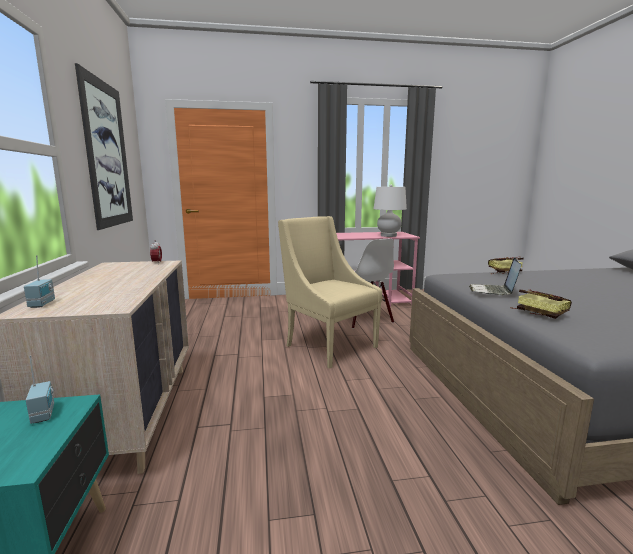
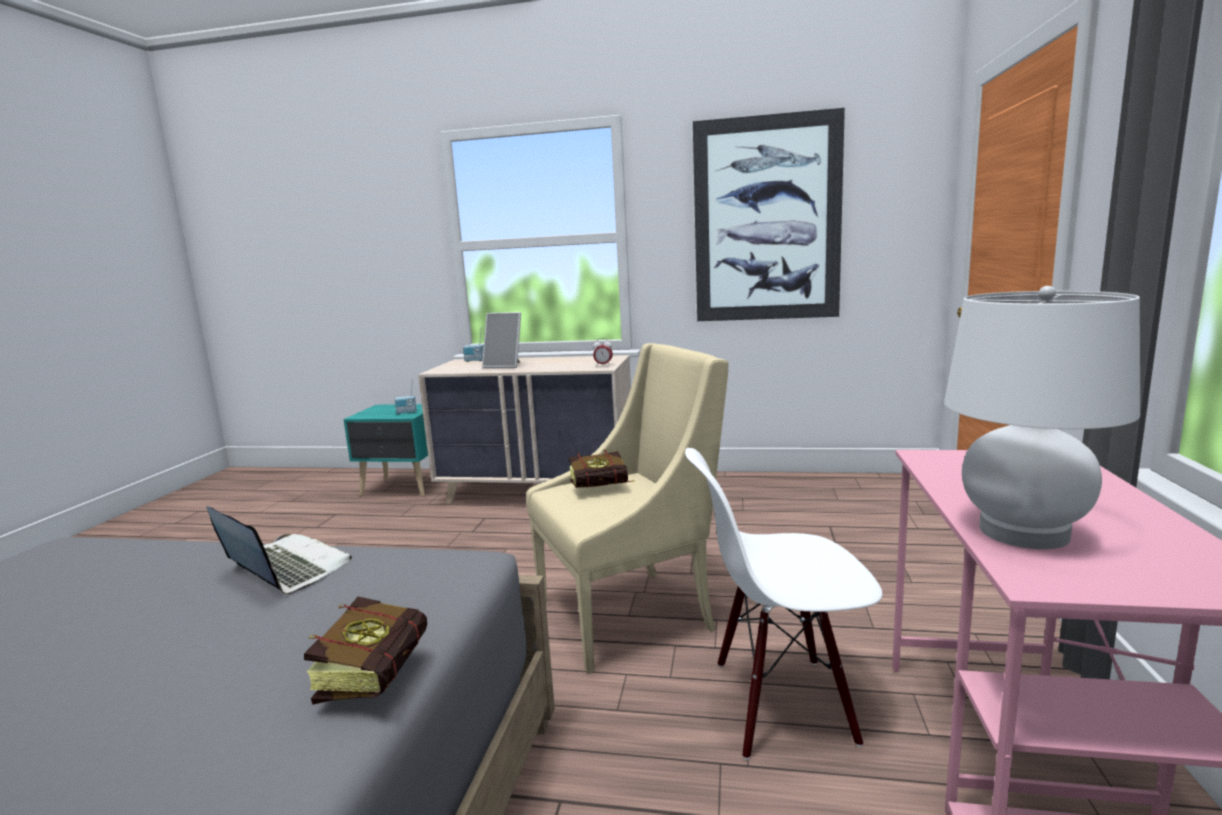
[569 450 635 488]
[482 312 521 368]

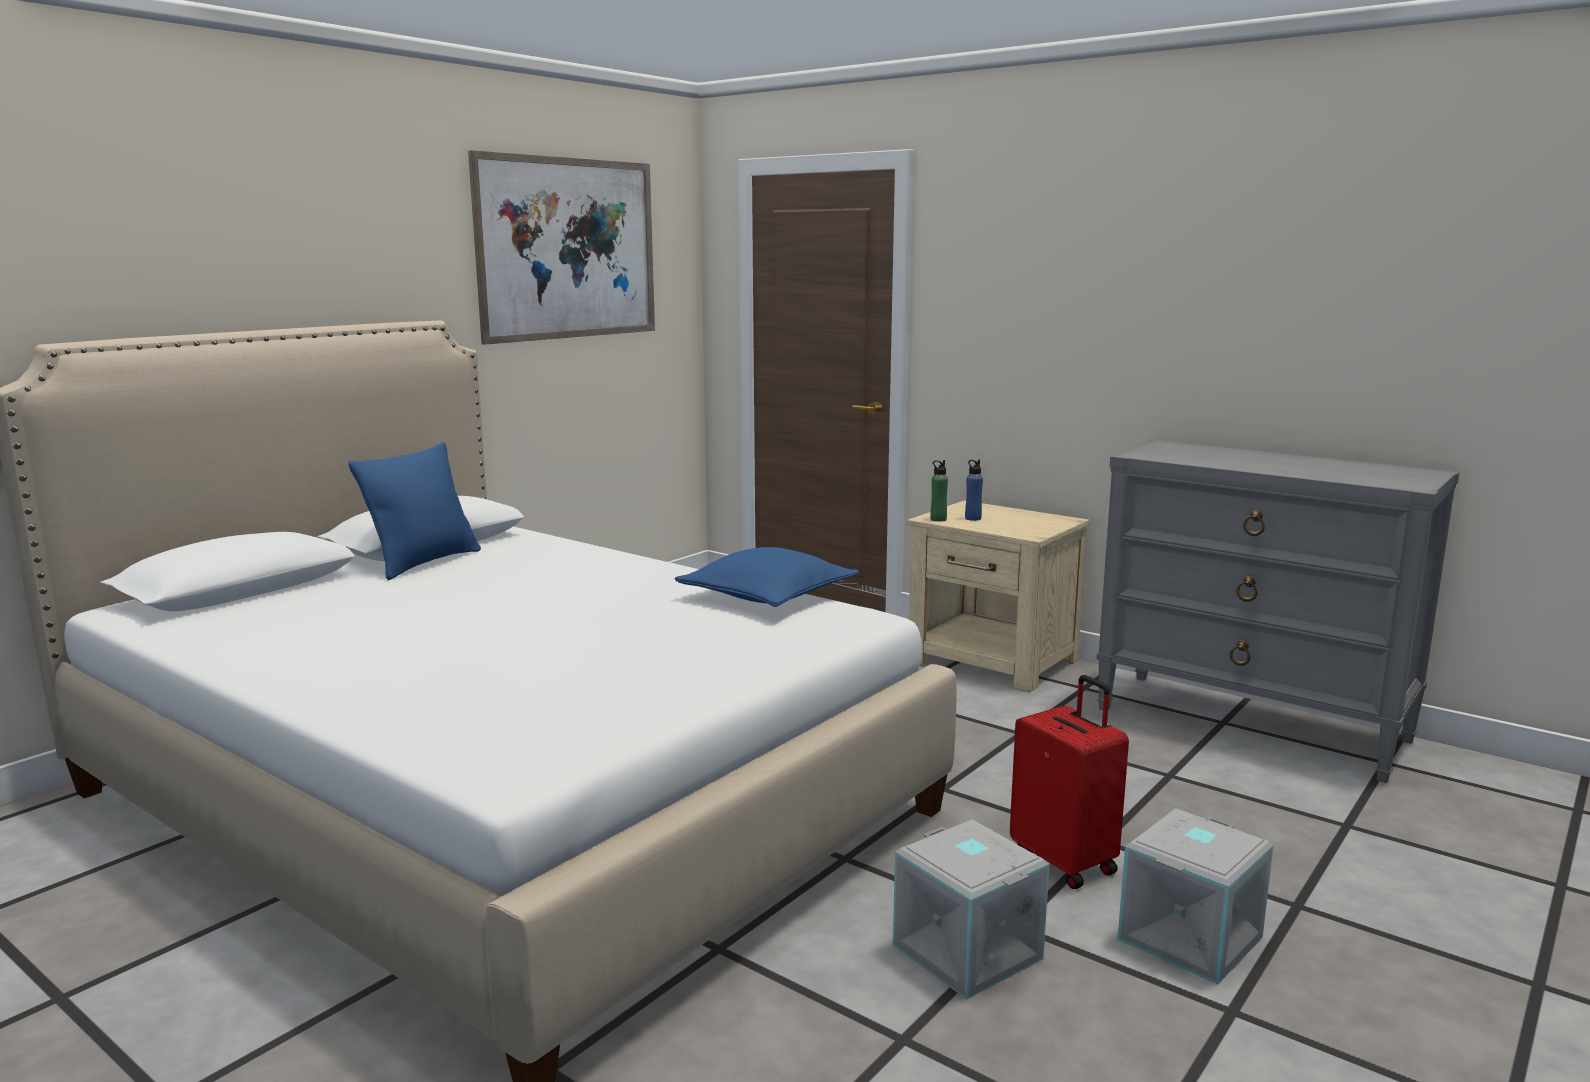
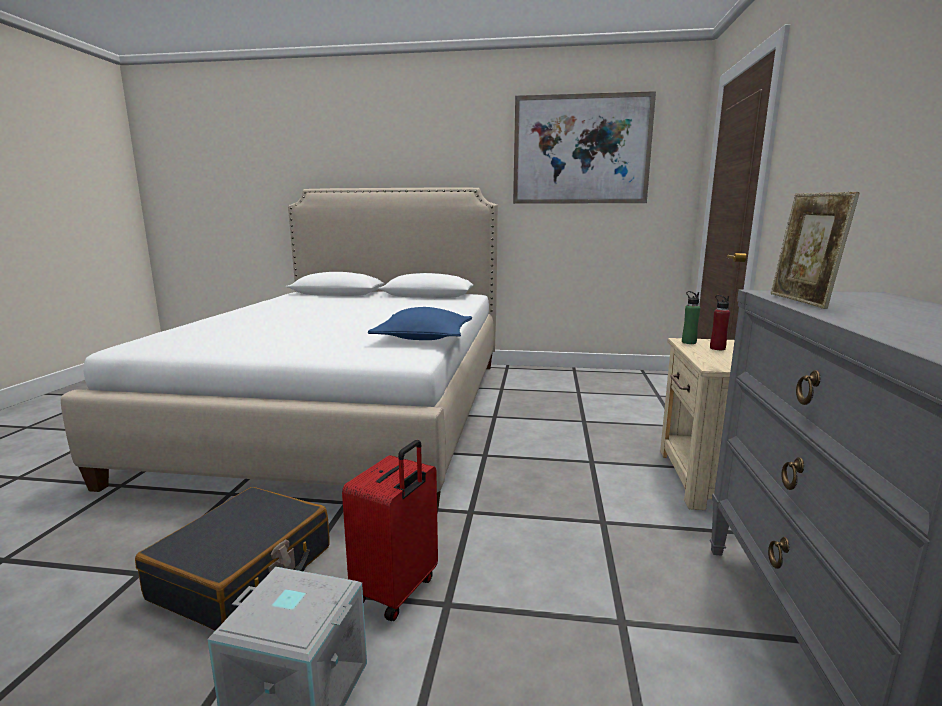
[348 442 481 580] (first image)
[135 487 329 631]
[710 295 730 350]
[771 192 860 309]

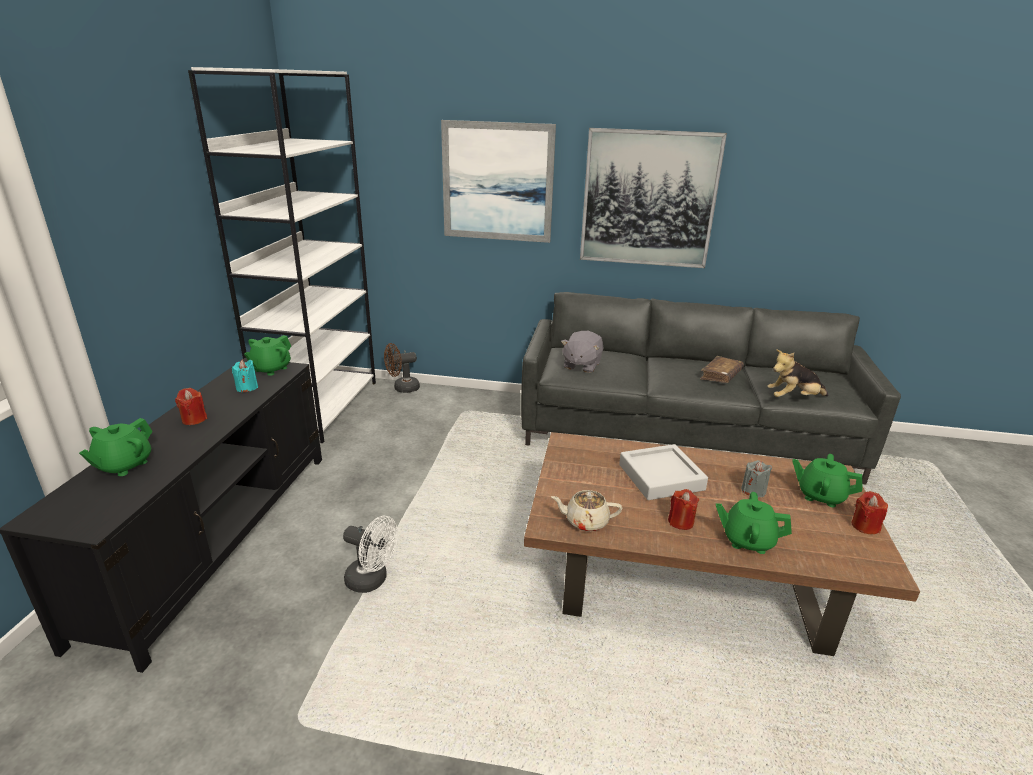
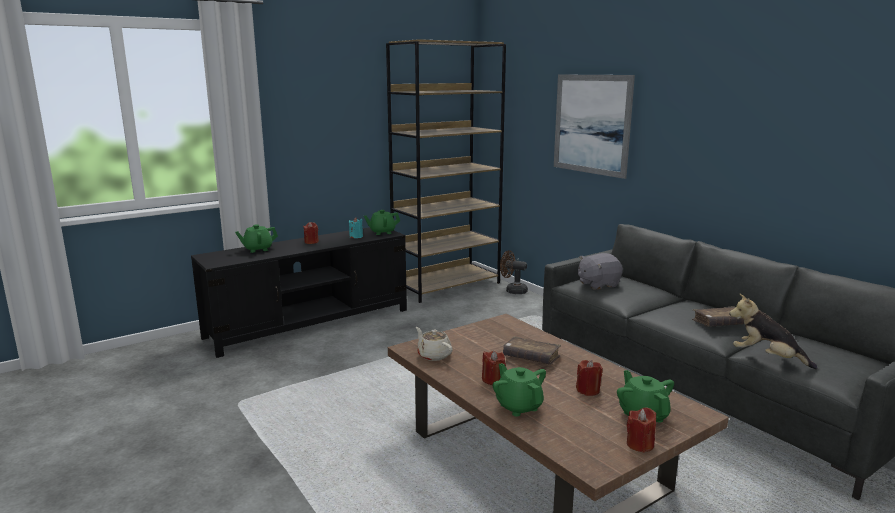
[386 39 506 303]
[343 516 398 593] (first image)
[580 128 727 268] (first image)
[503 336 561 365]
[576 360 603 396]

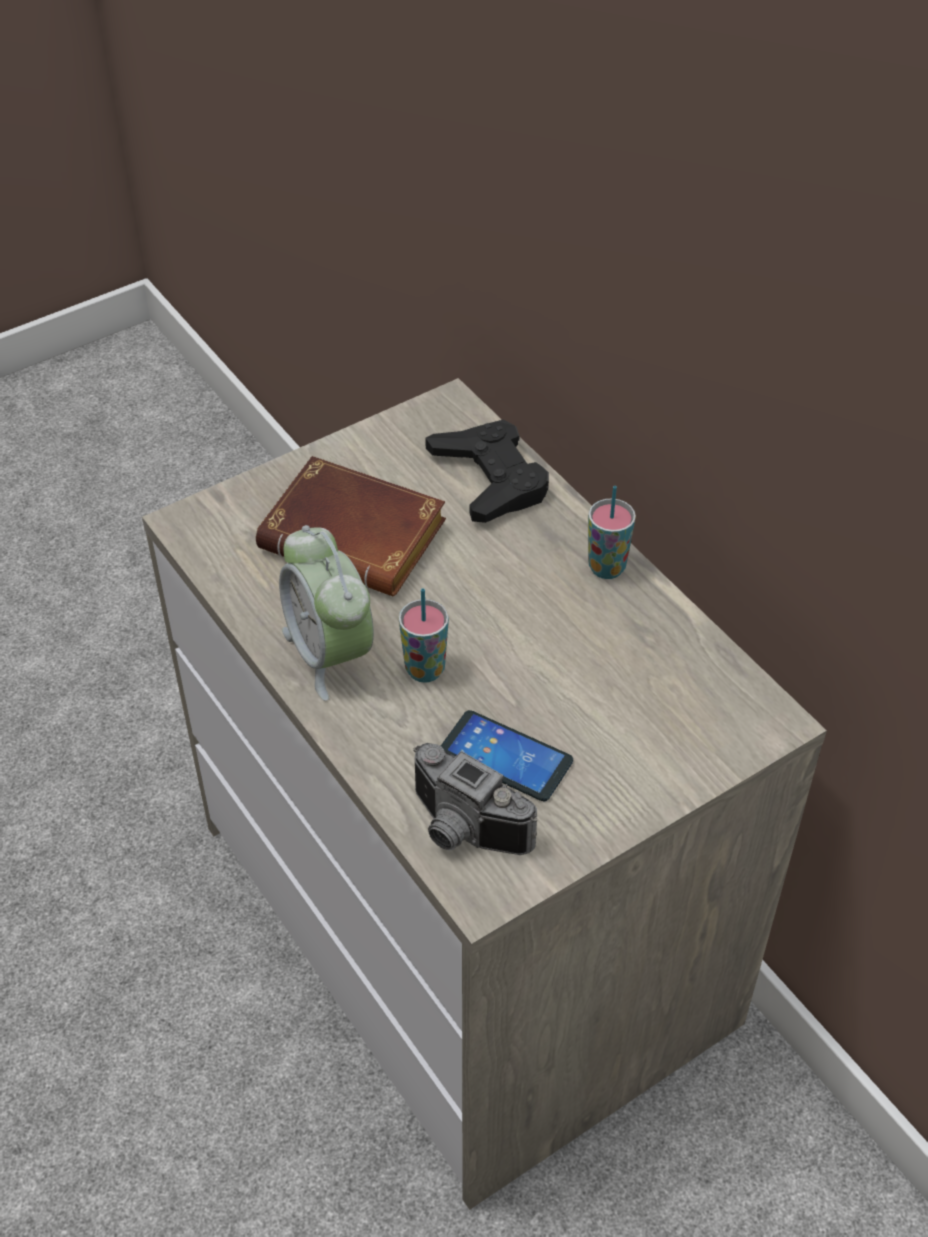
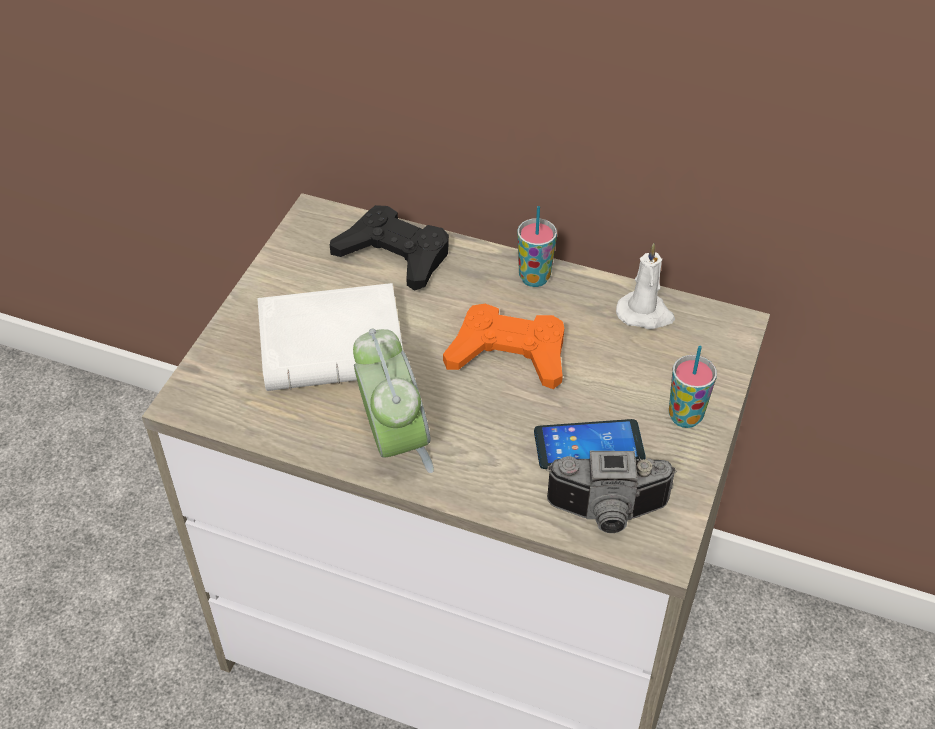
[257 283 403 391]
[353 328 434 473]
[669 346 717 428]
[443 304 564 389]
[616 243 675 329]

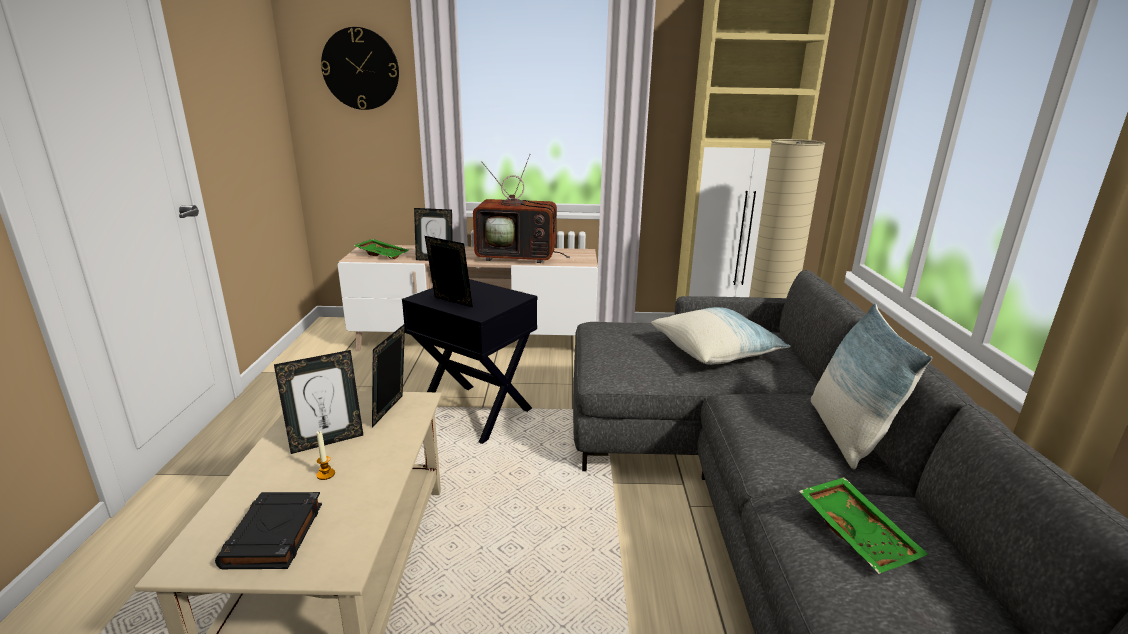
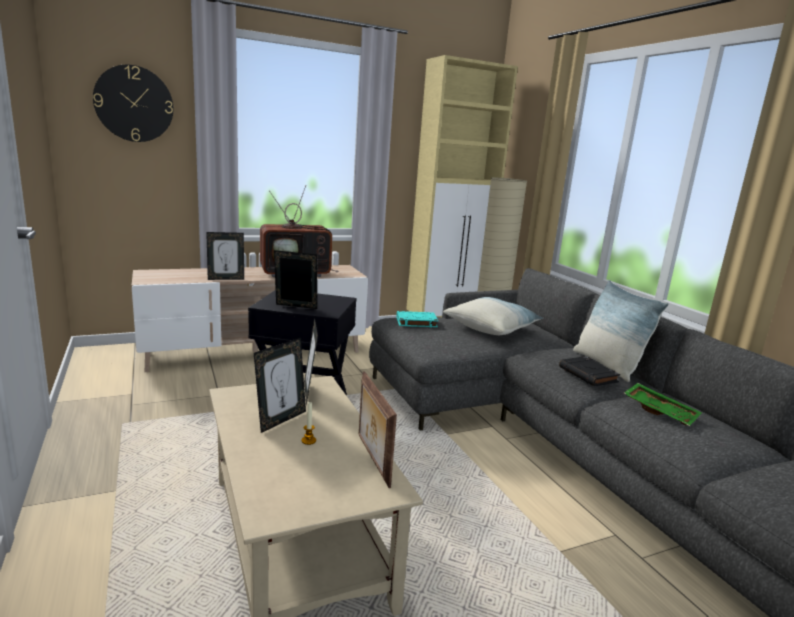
[559 356 620 386]
[353 239 409 259] (first image)
[359 371 397 488]
[396 311 438 327]

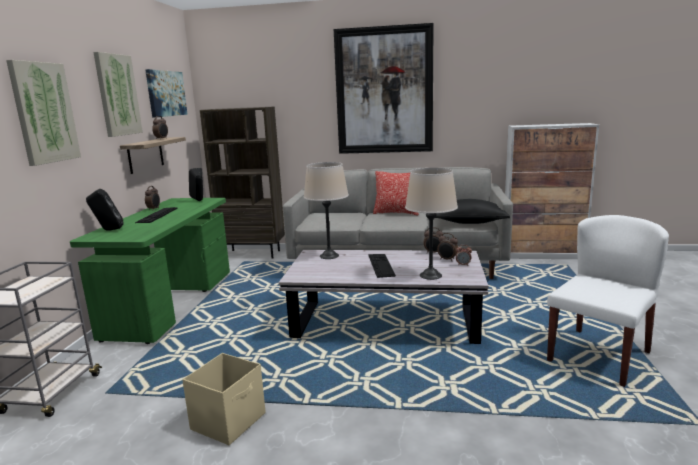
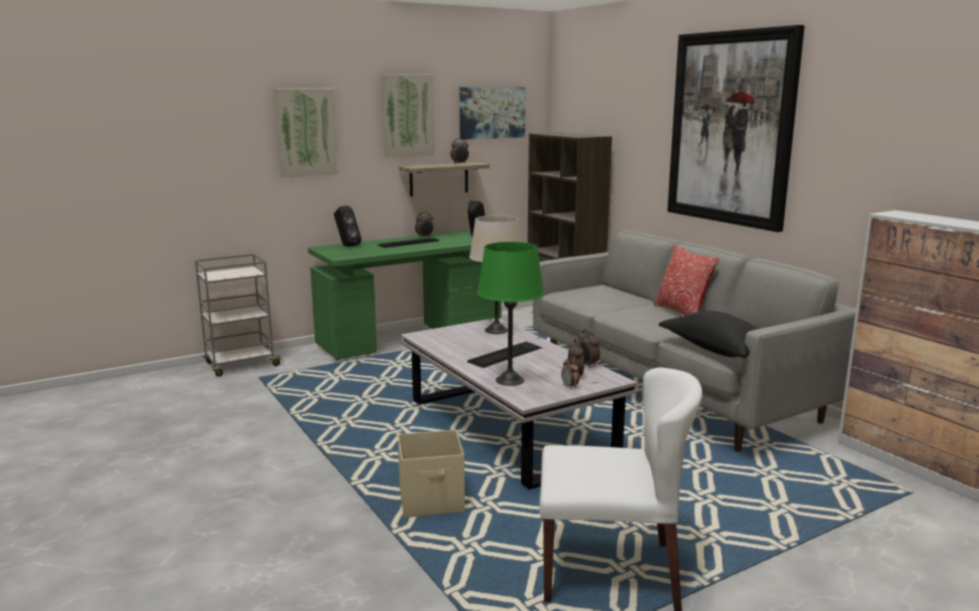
[398 430 465 518]
[477 242 544 386]

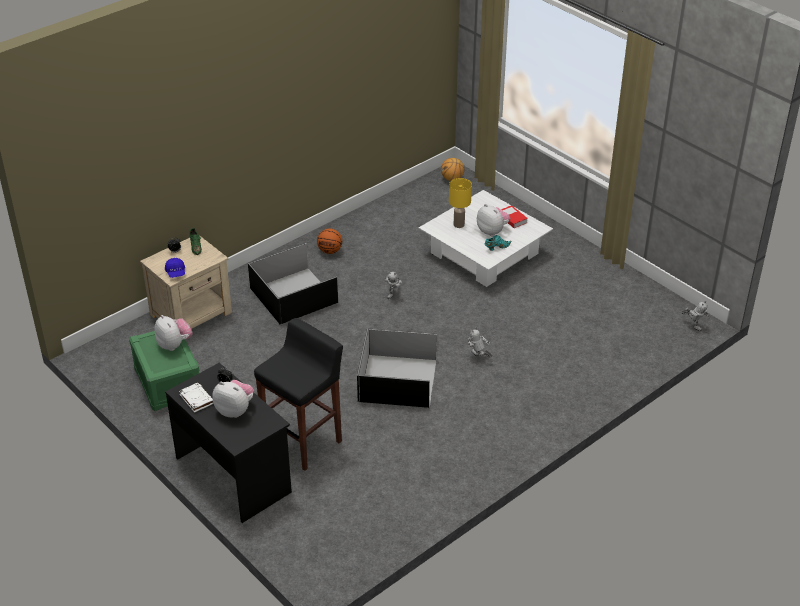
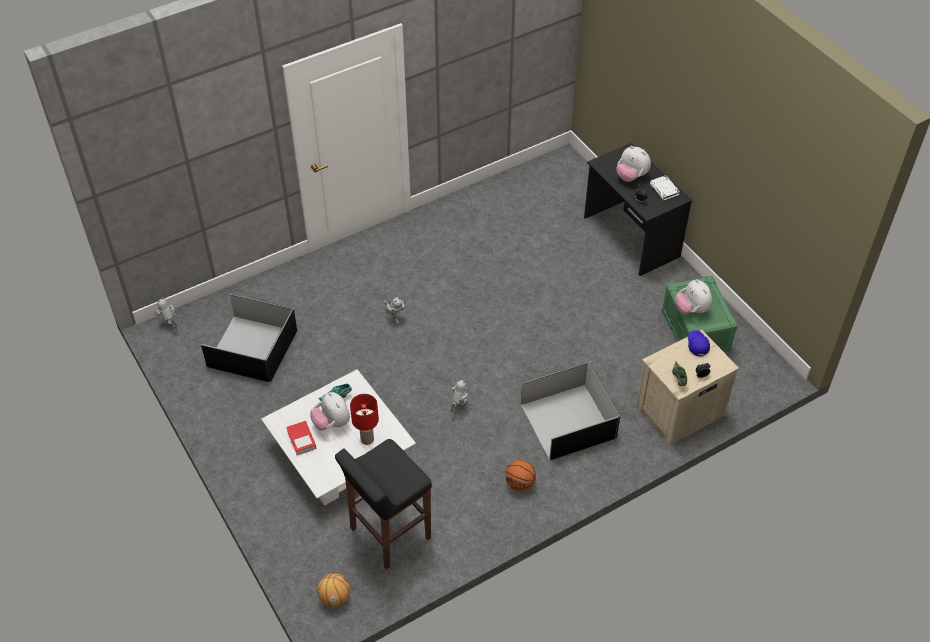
[335 439 432 570]
[201 294 297 382]
[350 394 379 445]

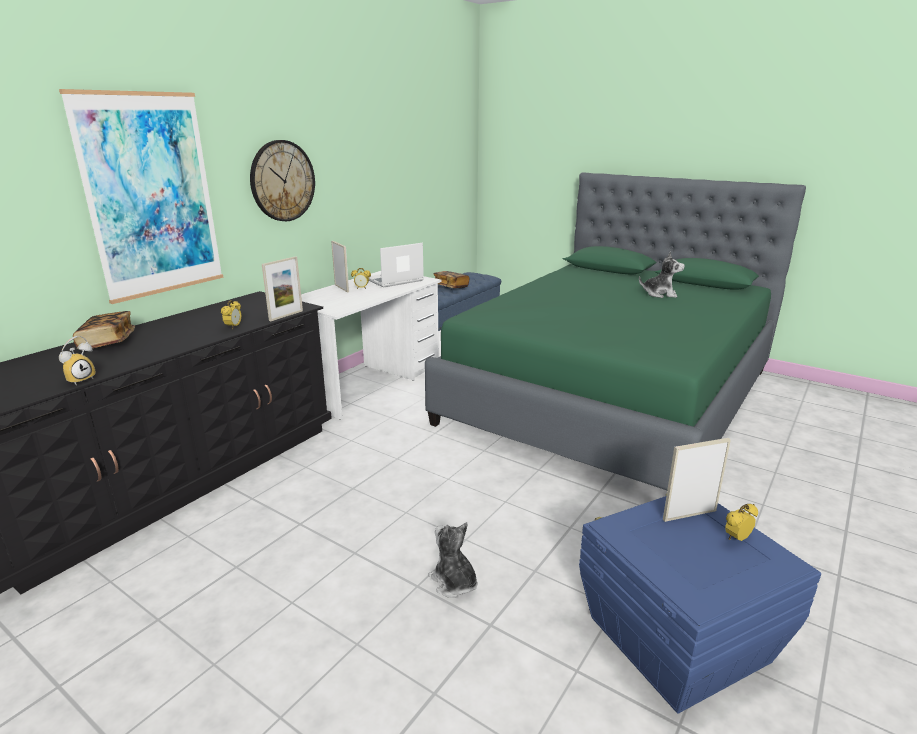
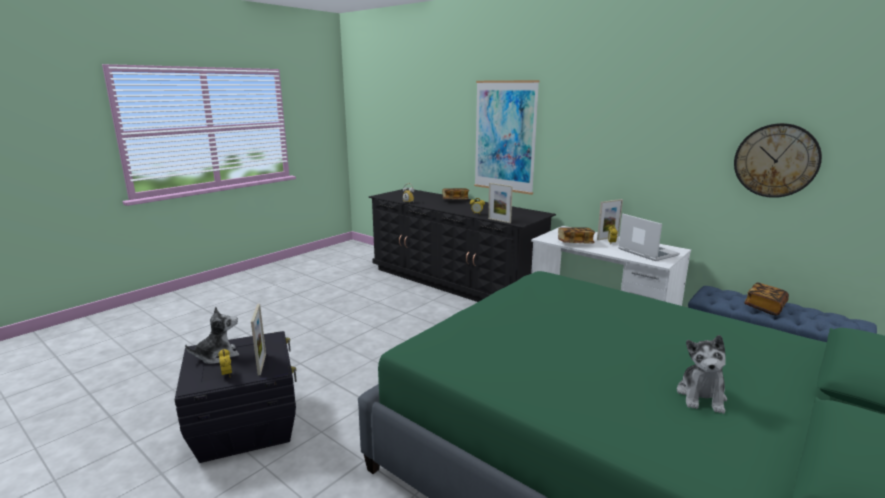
[734 123 822 198]
[185 307 239 364]
[175 331 297 463]
[558 227 595 244]

